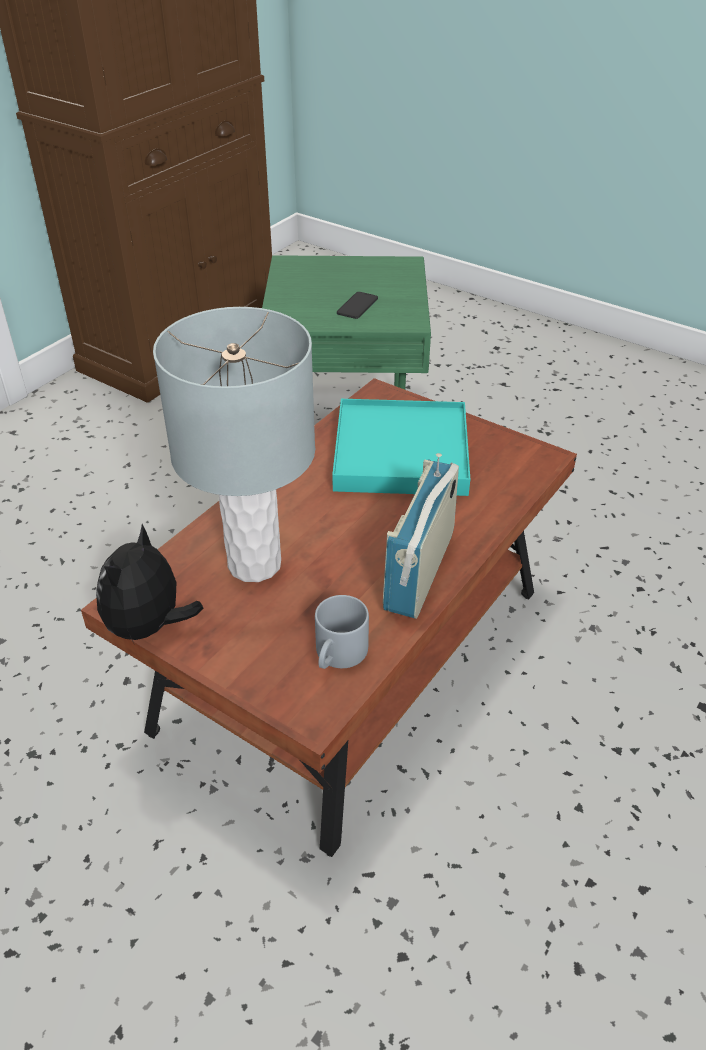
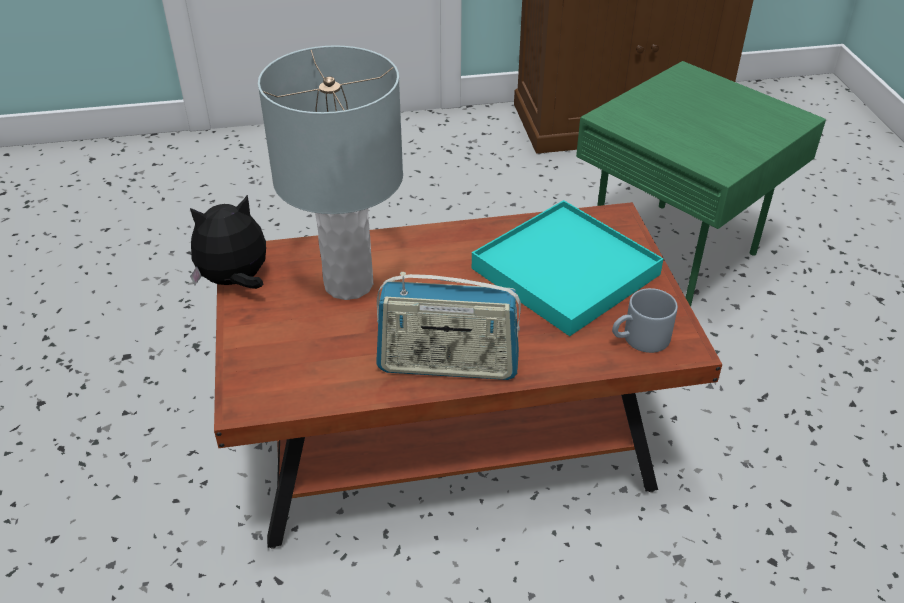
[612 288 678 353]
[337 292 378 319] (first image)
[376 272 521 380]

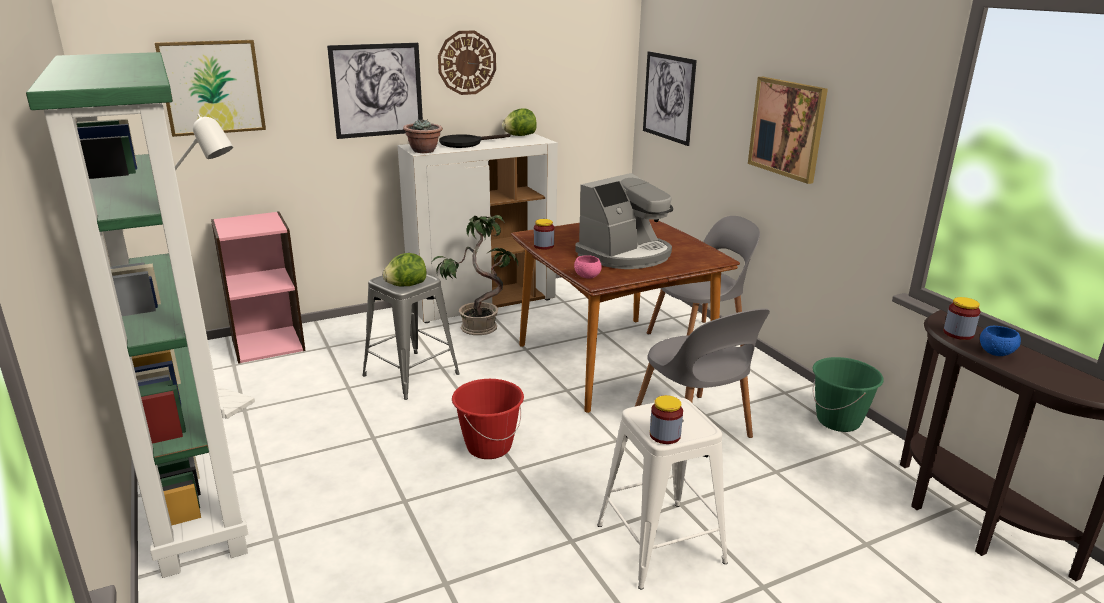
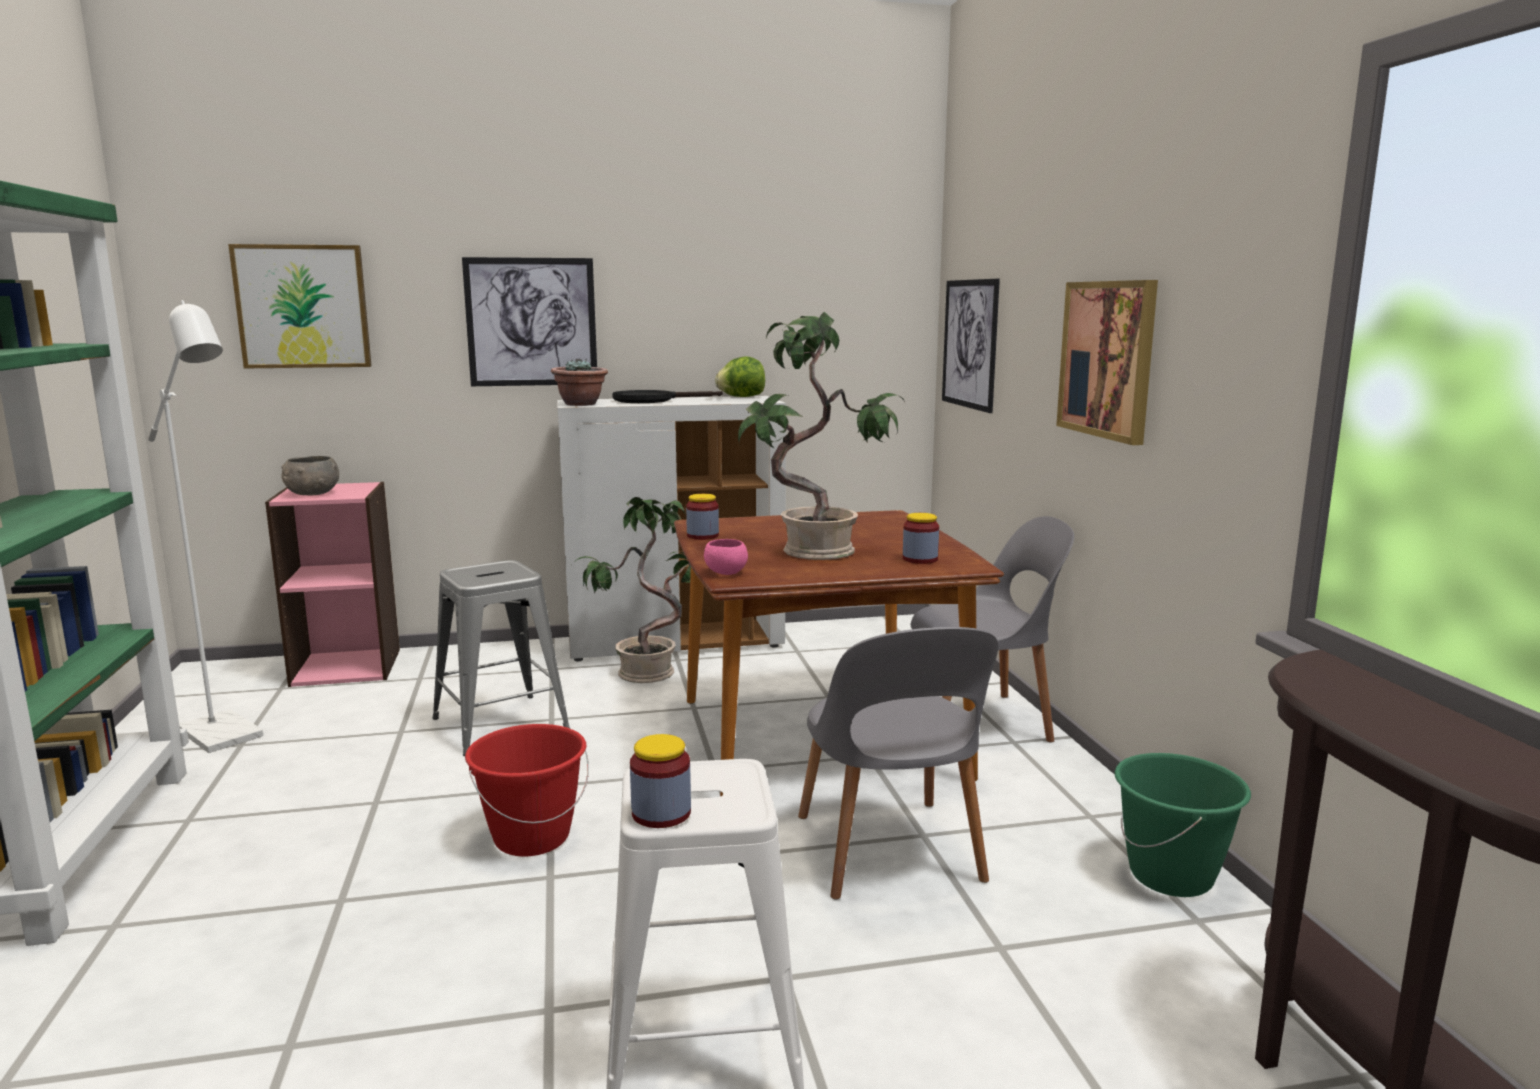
[383 253 426 287] (first image)
[438 30 496 95] (first image)
[738 312 905 560]
[903 513 939 564]
[980 326 1021 356] (first image)
[281 456 339 495]

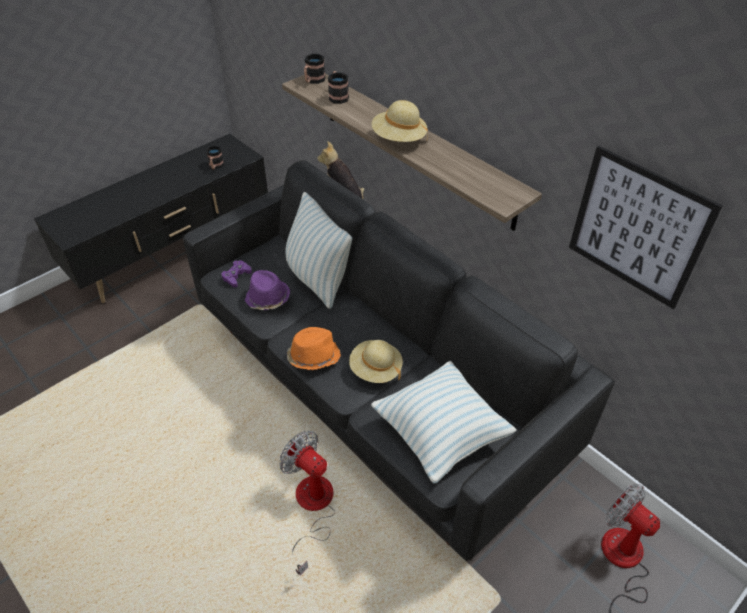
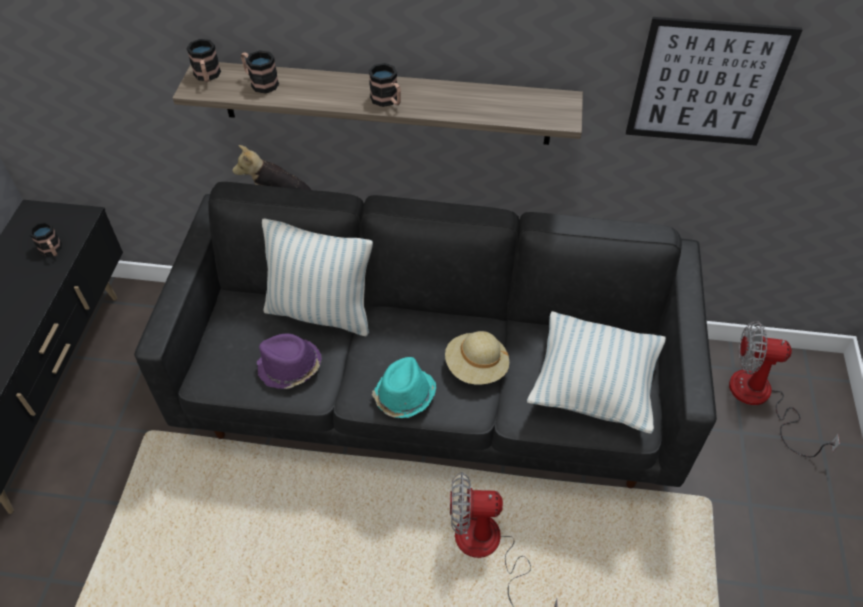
[221 260 252 287] (first image)
[372 357 437 418]
[368 63 401 107]

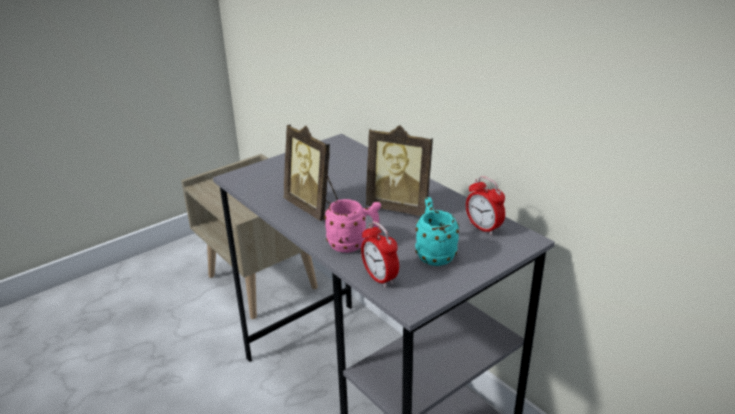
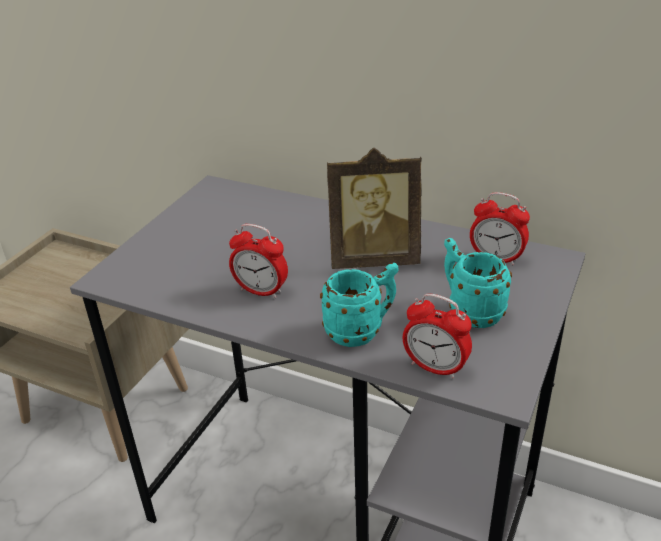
[229 224 288 299]
[320 263 398 347]

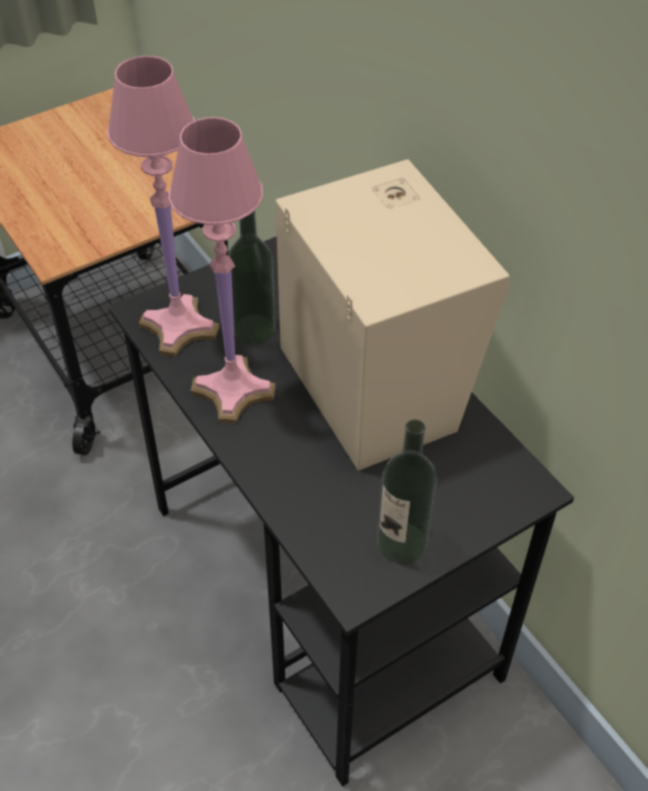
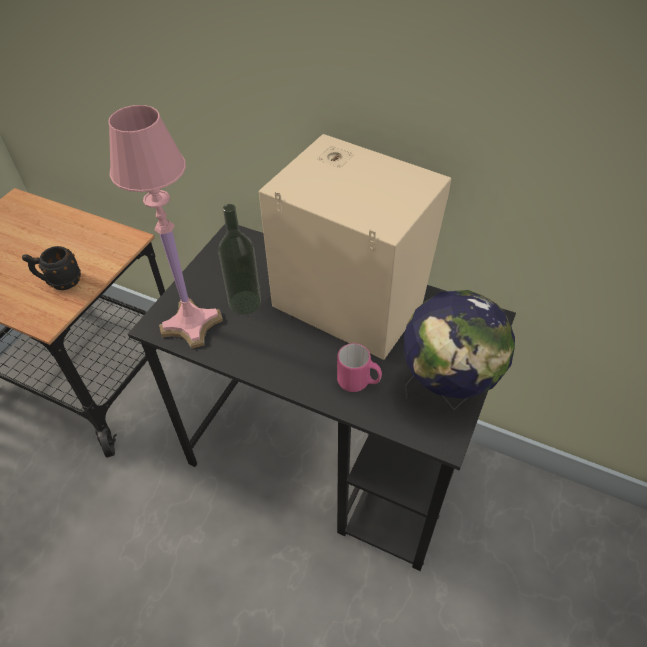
[169 117 276 423] (first image)
[404 290 515 410]
[22 246 81 290]
[337 343 382 392]

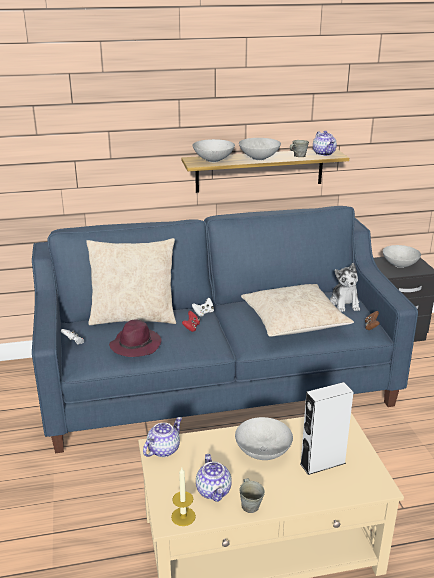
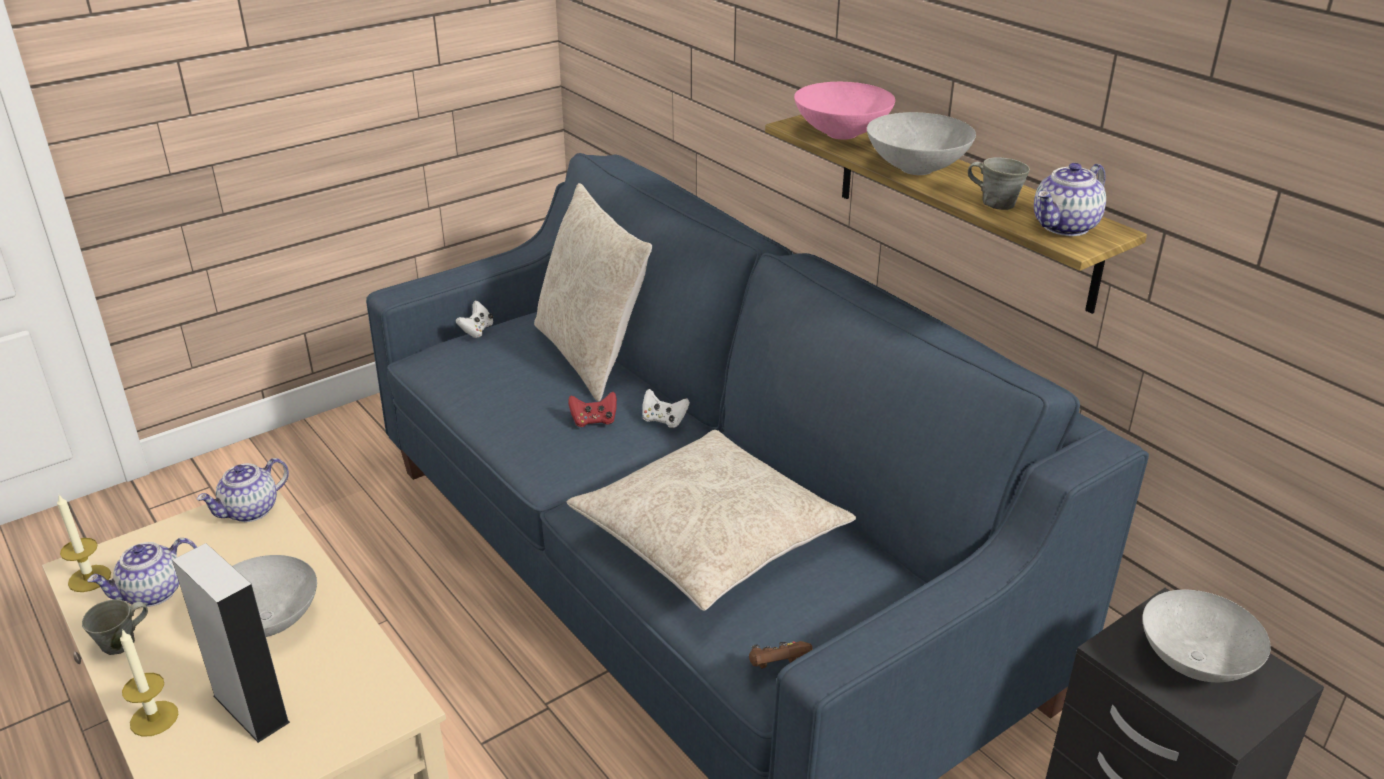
[109 319 161 357] (first image)
[197 458 289 522]
[794 82 895 140]
[330 263 360 312] (first image)
[120 629 179 737]

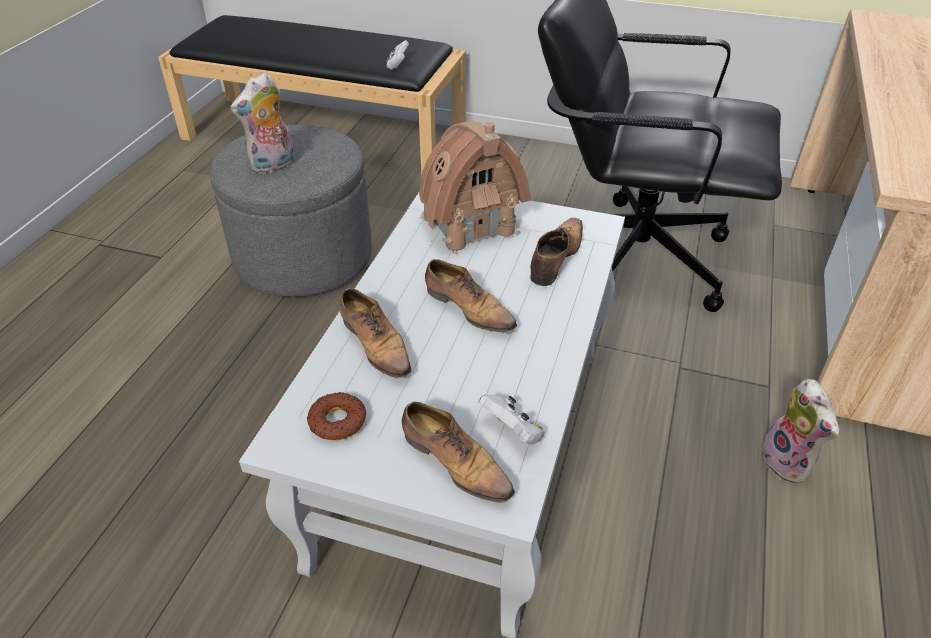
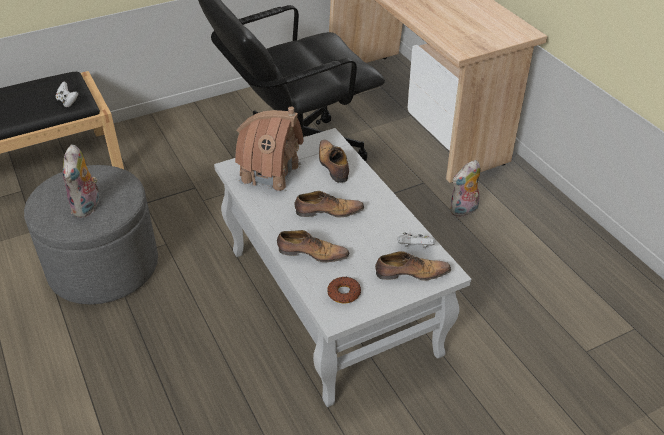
[450 160 481 217]

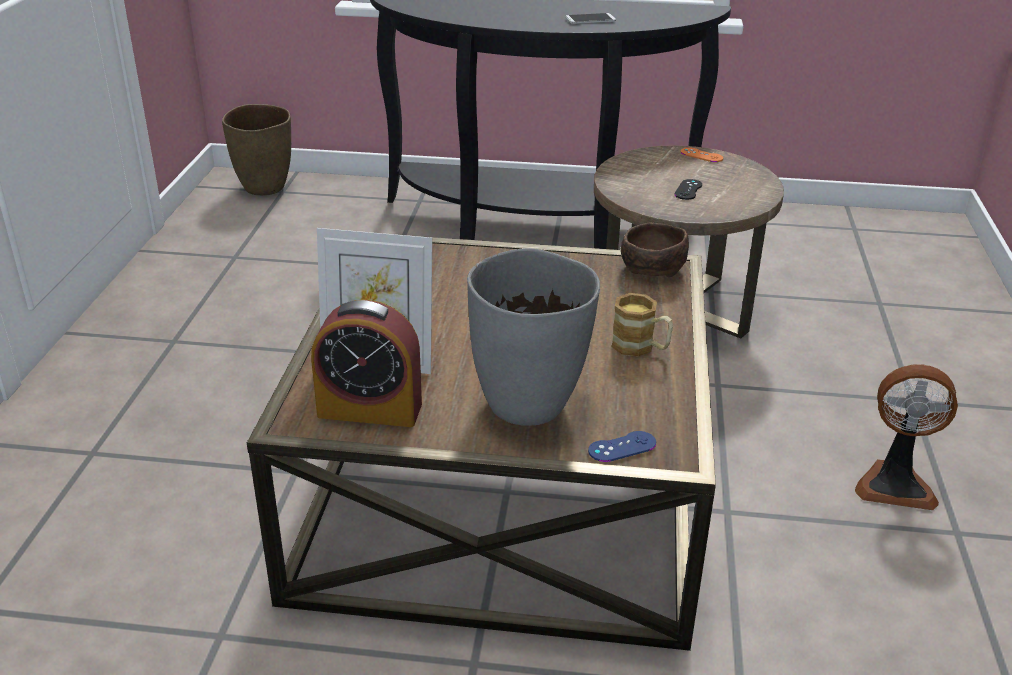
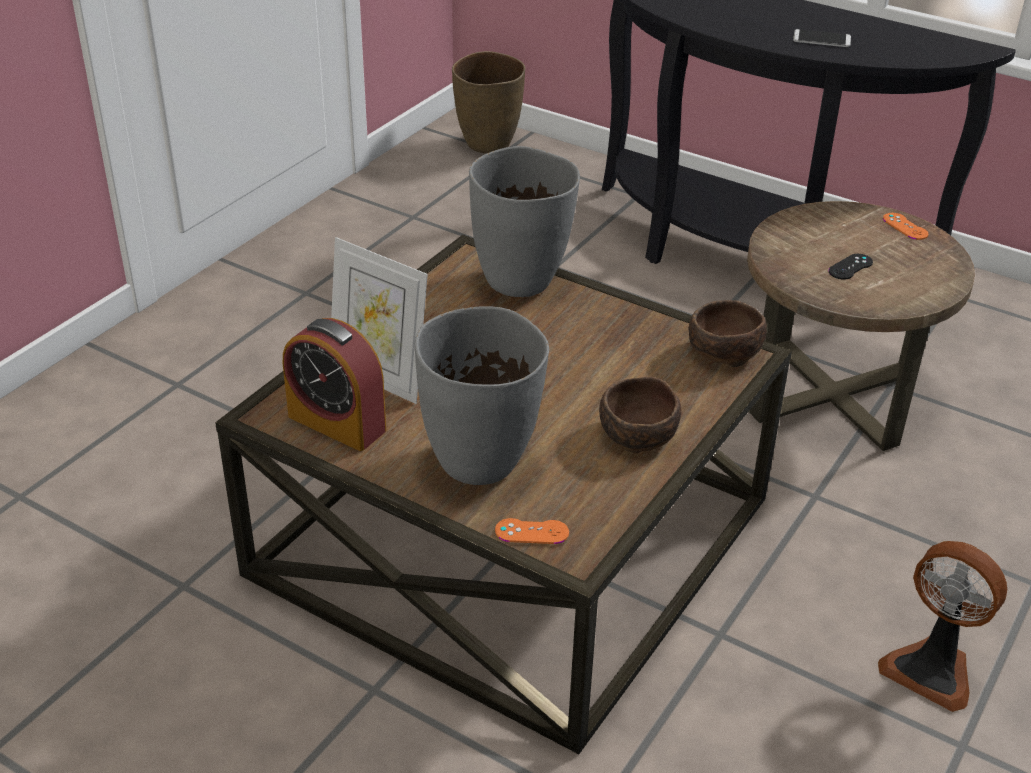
[495 518 569 544]
[599 377 681 453]
[469 146 580 297]

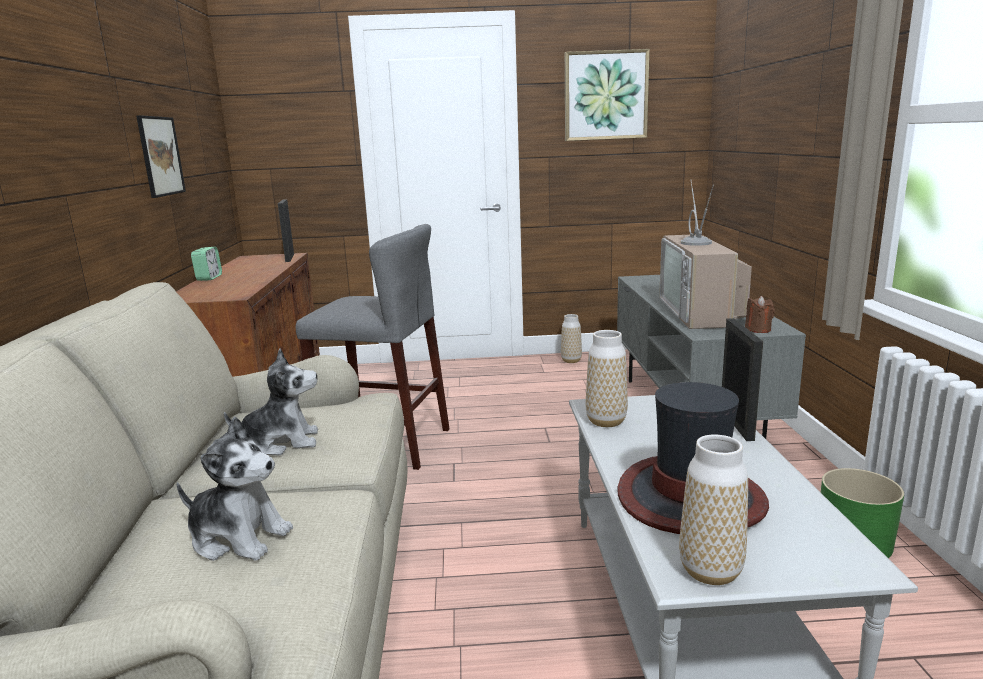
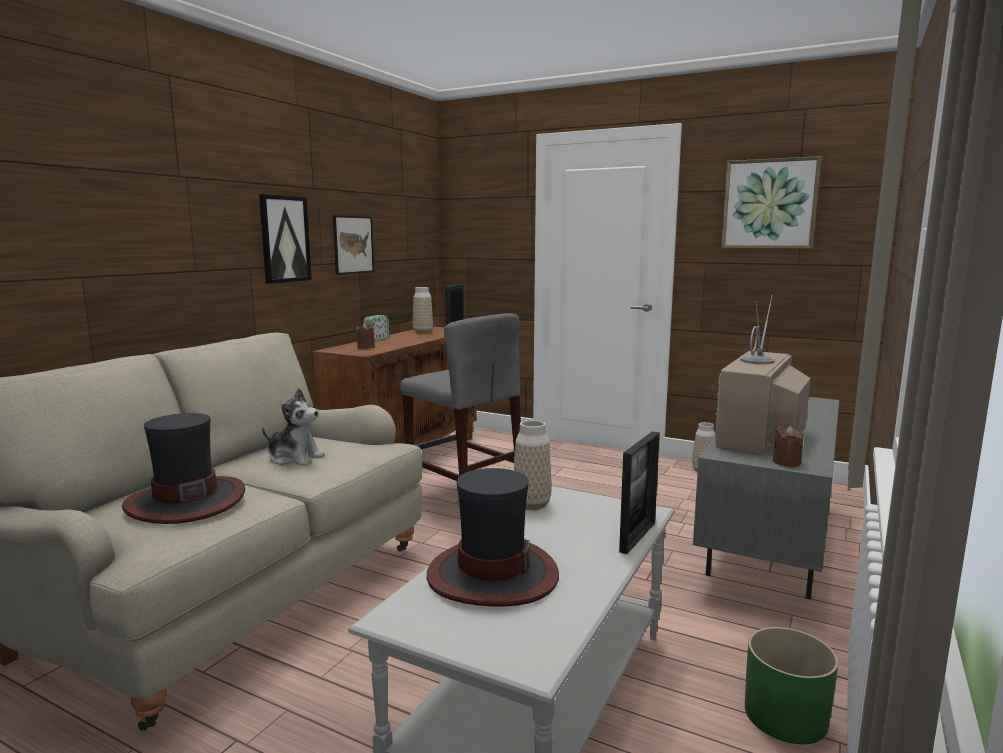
[122 413 245 524]
[413 287 433 333]
[259 194 312 284]
[356 322 375 349]

